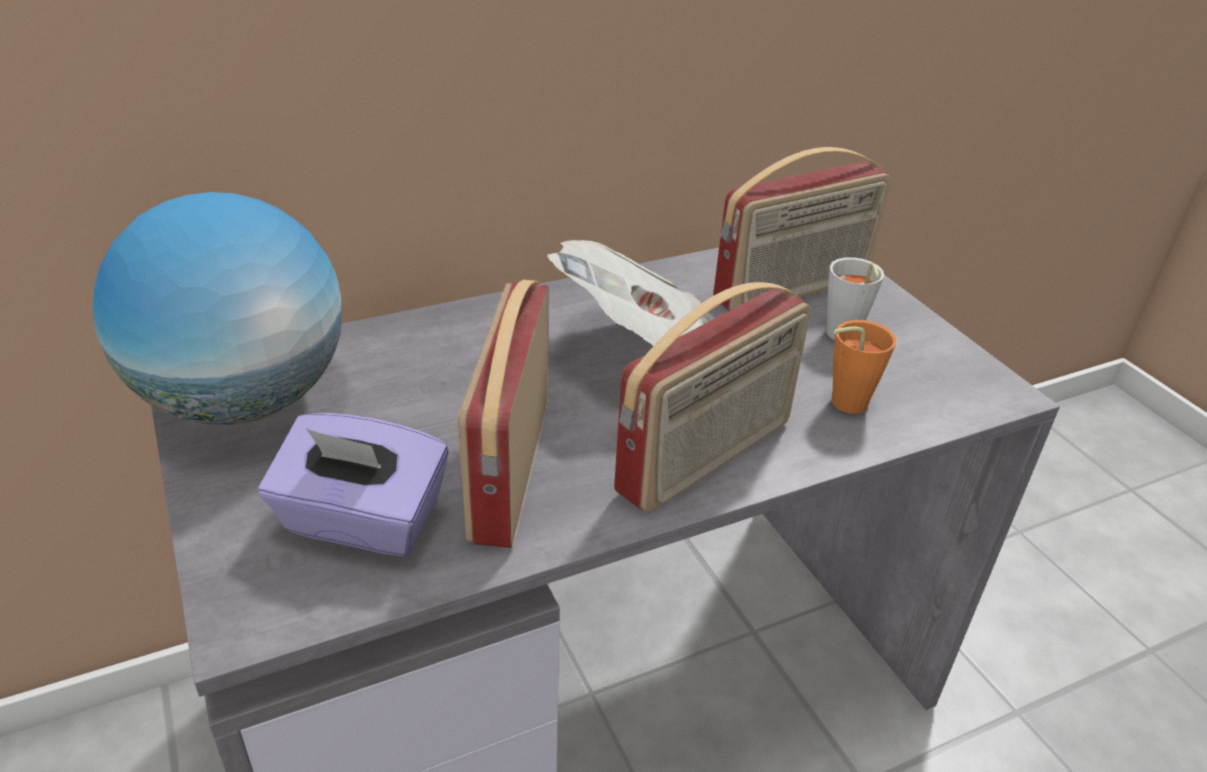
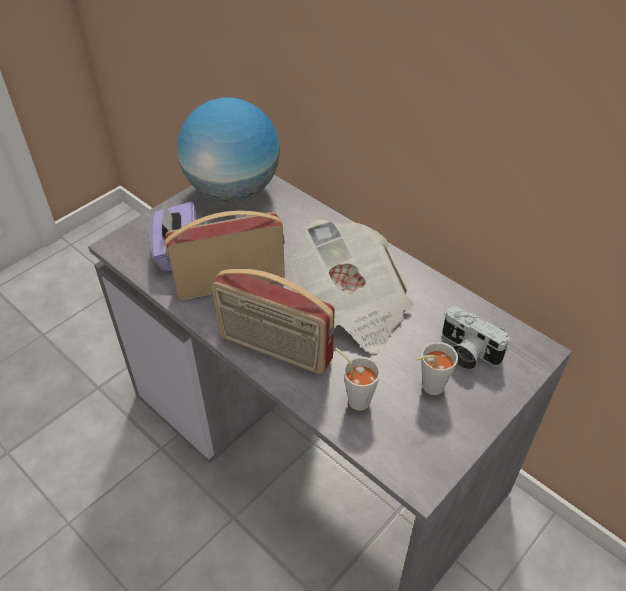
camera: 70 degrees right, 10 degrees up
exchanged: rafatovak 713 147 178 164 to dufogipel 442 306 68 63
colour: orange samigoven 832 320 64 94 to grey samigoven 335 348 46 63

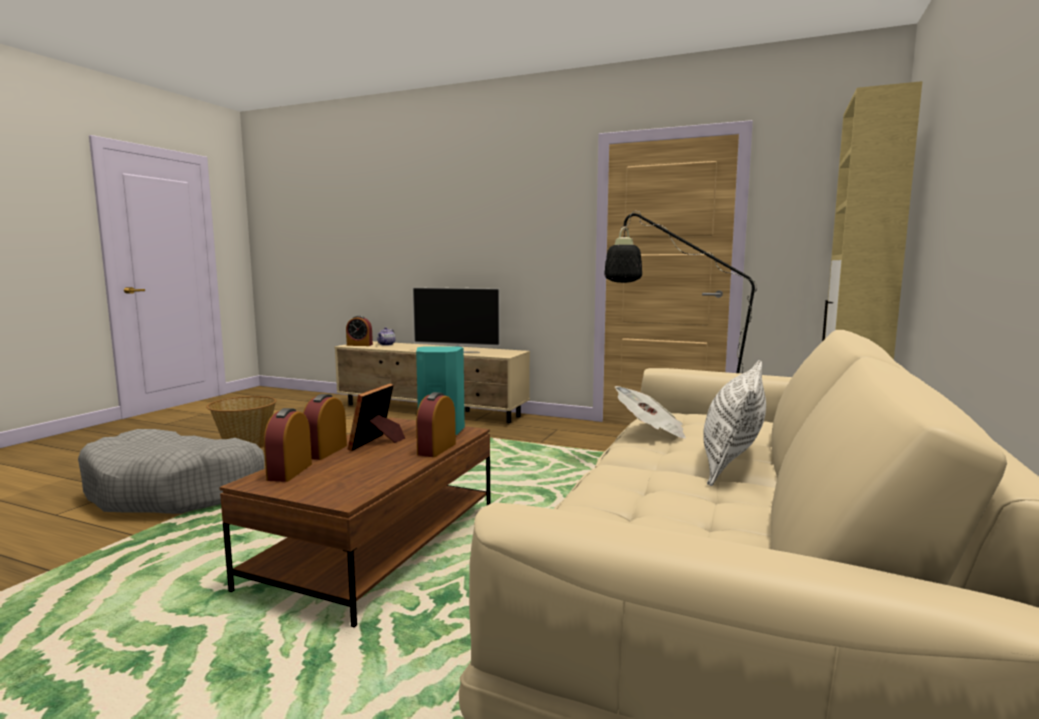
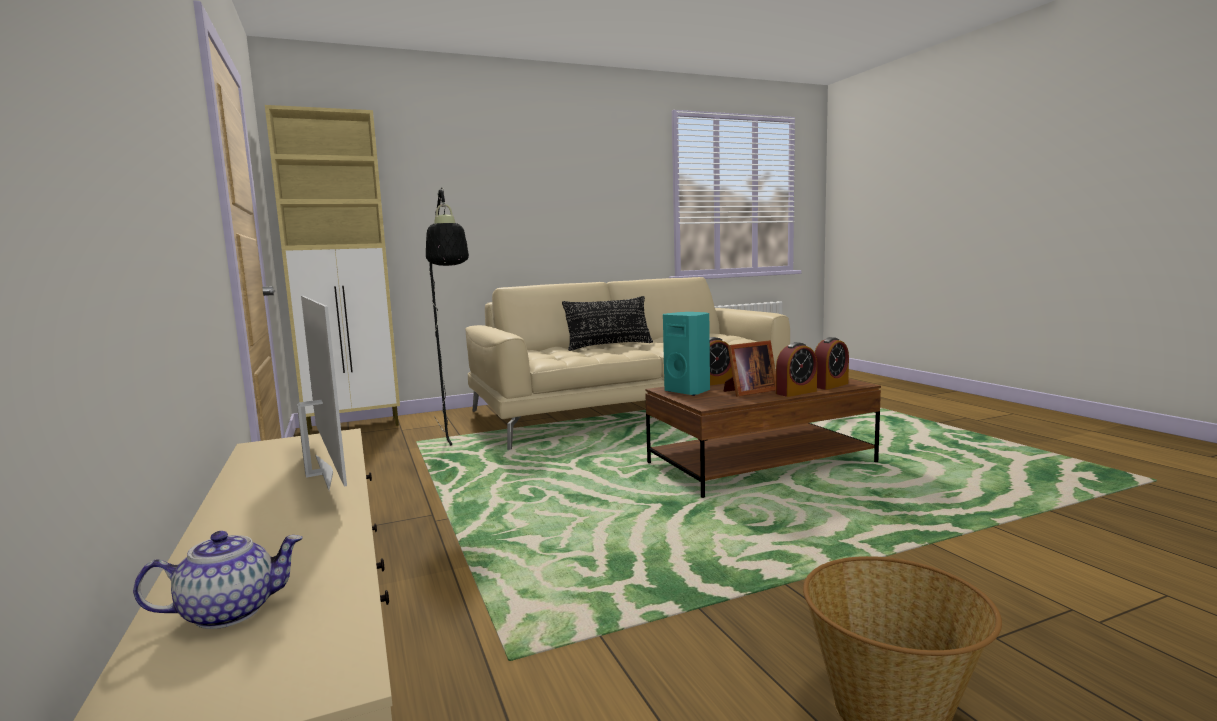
camera: 135 degrees left, 0 degrees up
missing: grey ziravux 78 429 186 85; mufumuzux 346 316 27 30; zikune 615 386 71 53
colour: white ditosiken 703 360 63 126 to black ditosiken 562 296 91 55

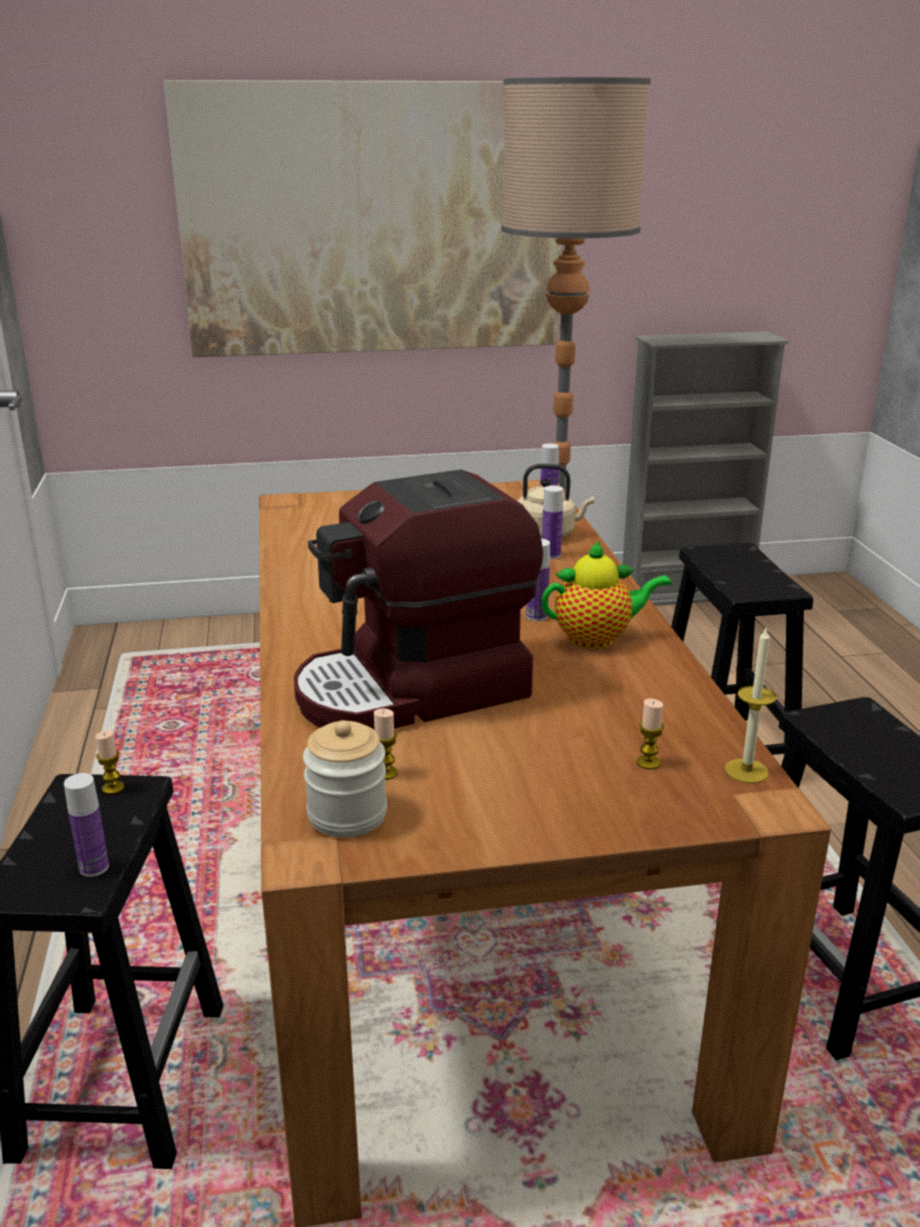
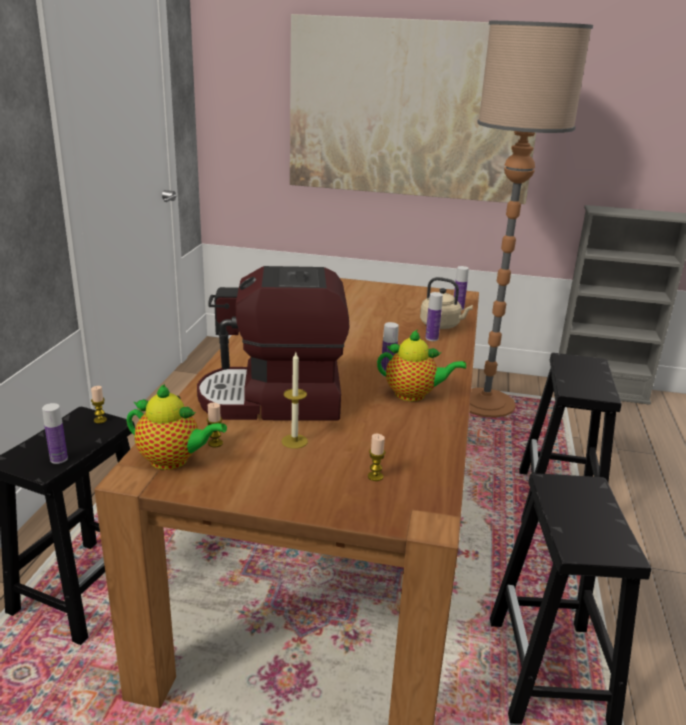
camera: 20 degrees right, 0 degrees up
relocated: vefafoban 725 626 52 157 to 282 353 26 96
exchanged: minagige 303 720 84 117 to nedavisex 126 384 101 86

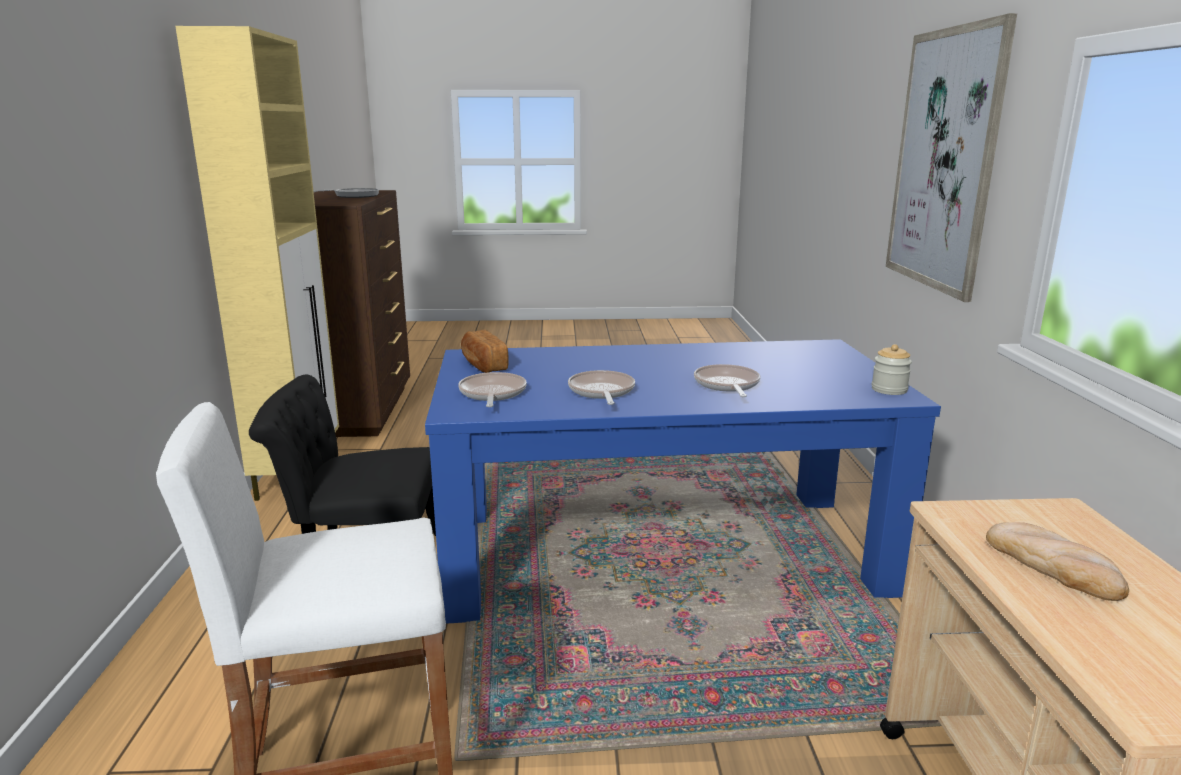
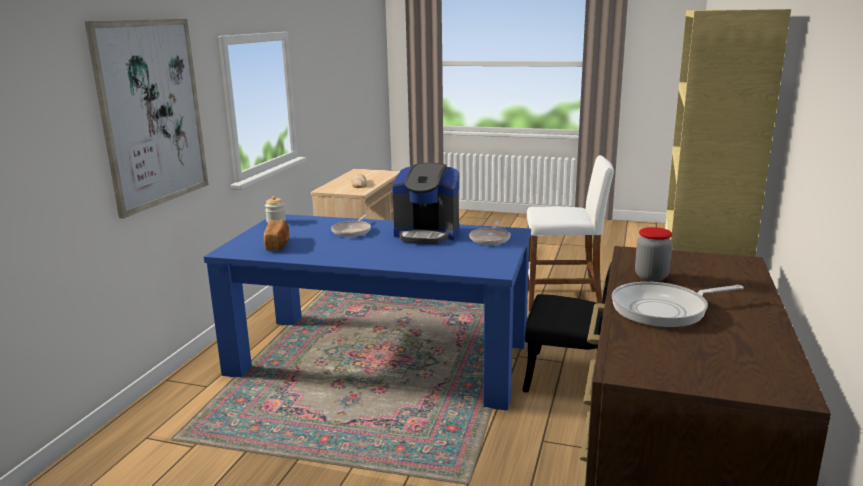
camera: 160 degrees left, 0 degrees up
appeared: minagige 635 227 37 54
relocated: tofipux 461 330 48 43 to 264 220 25 31
exchanged: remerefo 568 370 67 35 to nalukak 392 163 67 81

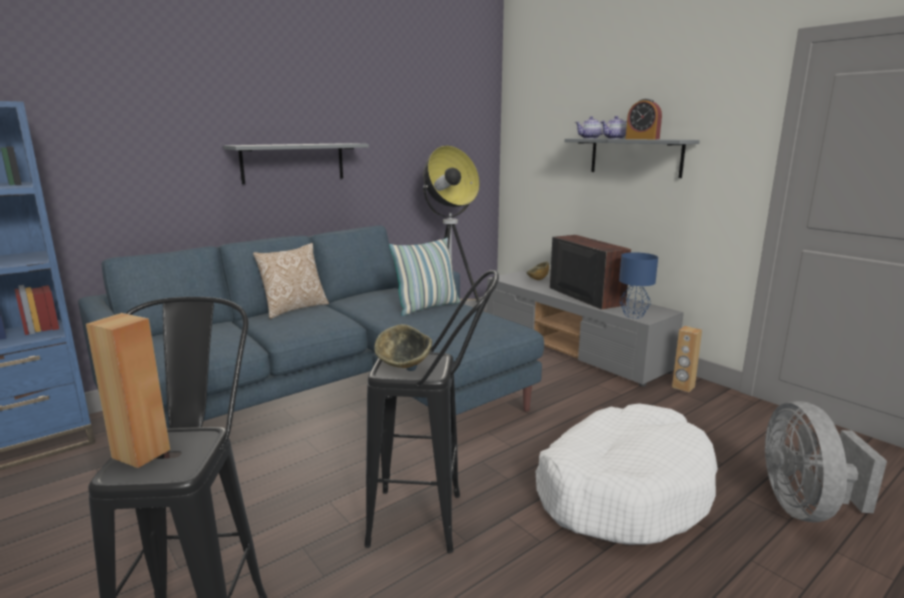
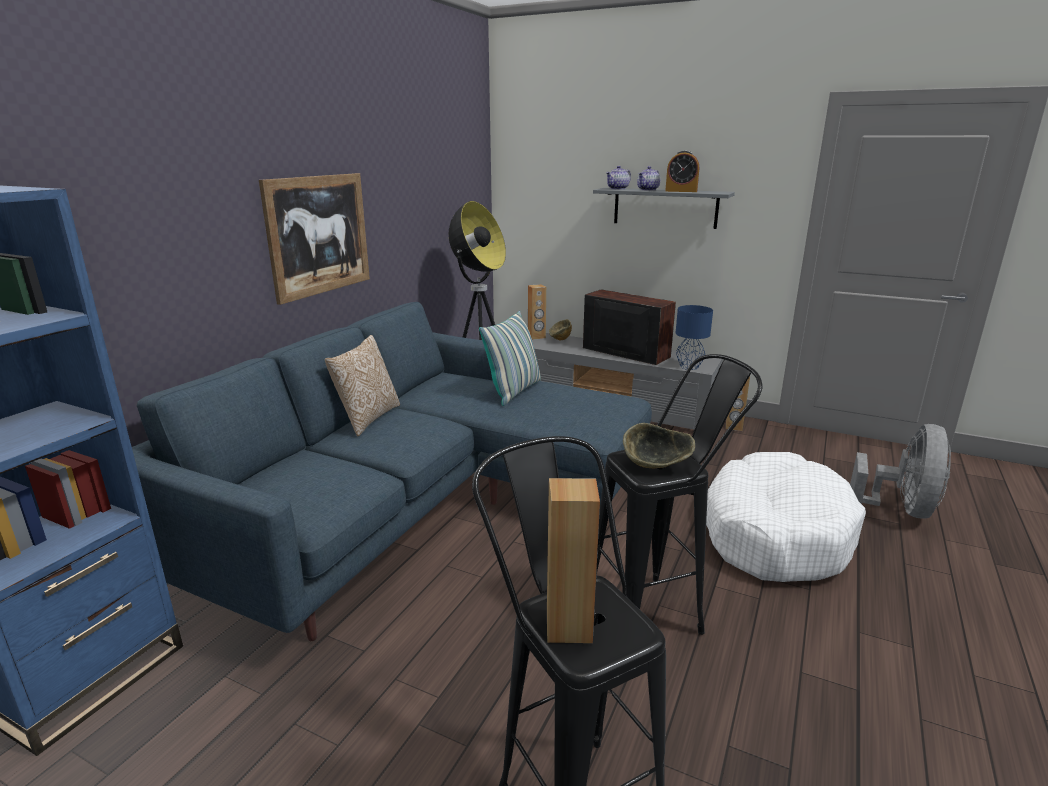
camera: 25 degrees left, 5 degrees up
appeared: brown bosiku 528 284 18 56
exchanged: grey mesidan 223 143 146 41 to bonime 259 173 111 132
spun: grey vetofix 765 401 122 121 = 850 424 101 94 135 degrees counterclockwise

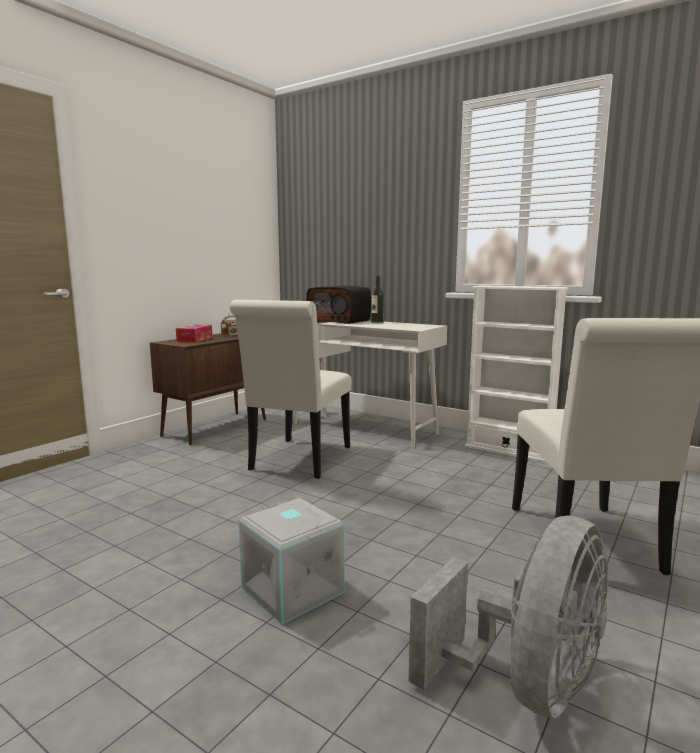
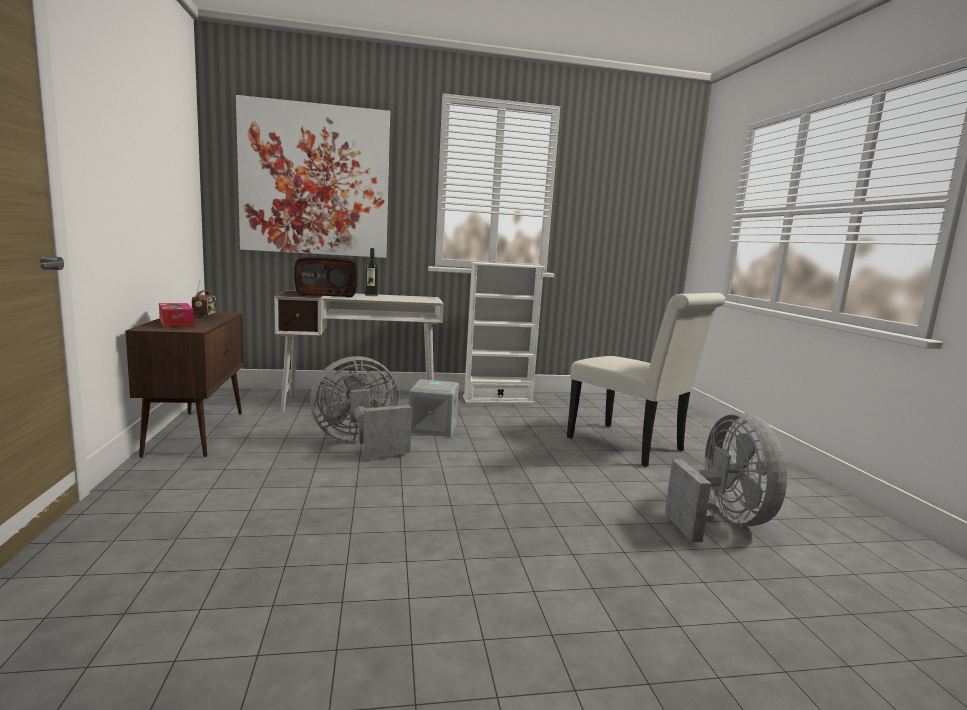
camera: 45 degrees left, 0 degrees up
appeared: bonime 236 95 154 163
relocated: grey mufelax 238 498 107 127 to 409 379 50 58
exchanged: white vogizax 230 300 122 179 to grey vetofix 310 356 102 102

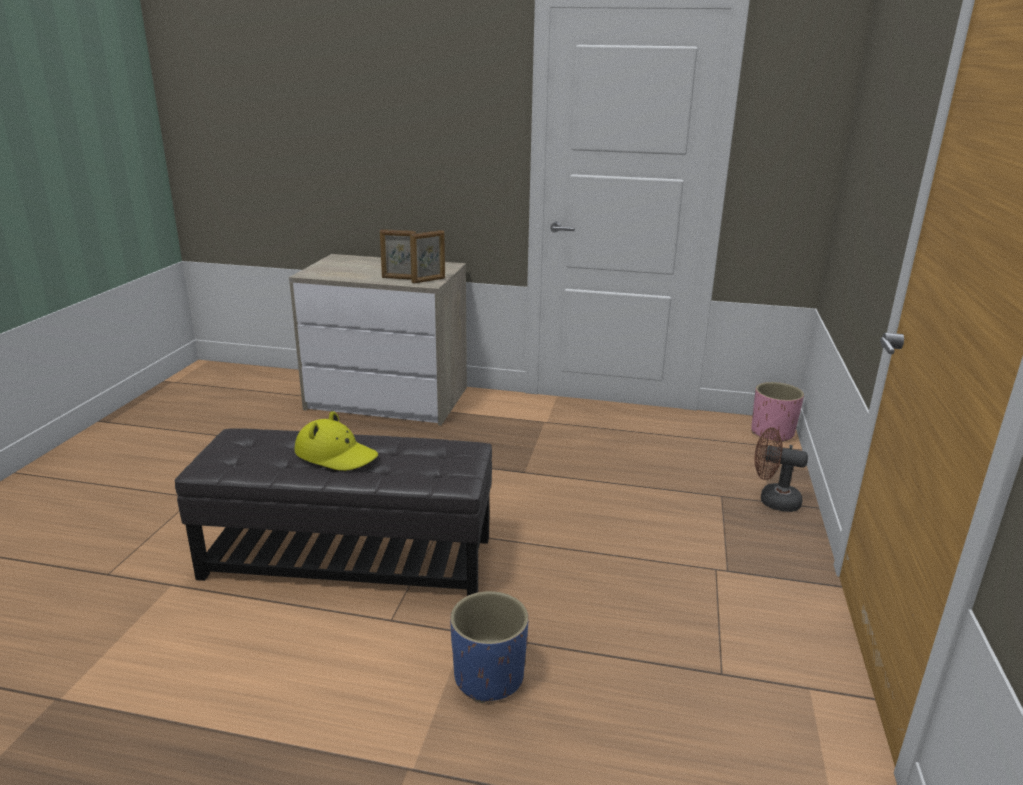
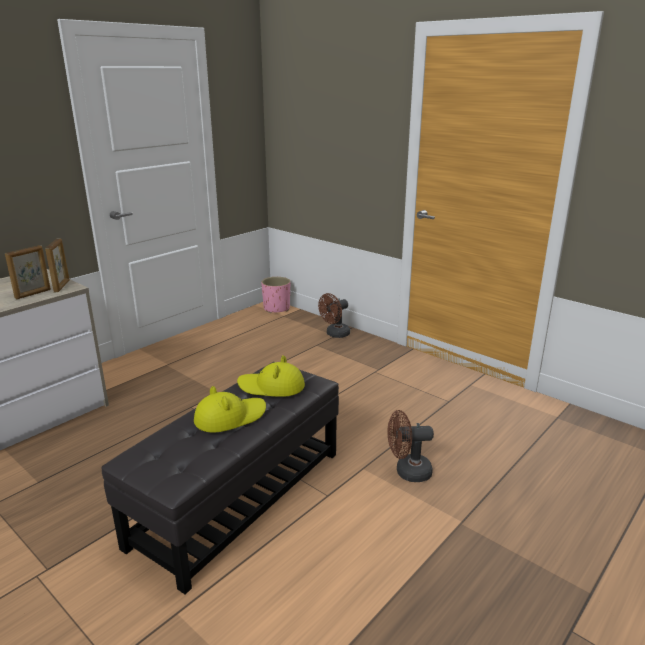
camera: 60 degrees left, 0 degrees up
appeared: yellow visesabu 237 355 68 42
exchanged: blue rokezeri 450 591 79 112 to brown vetofix 388 410 46 72

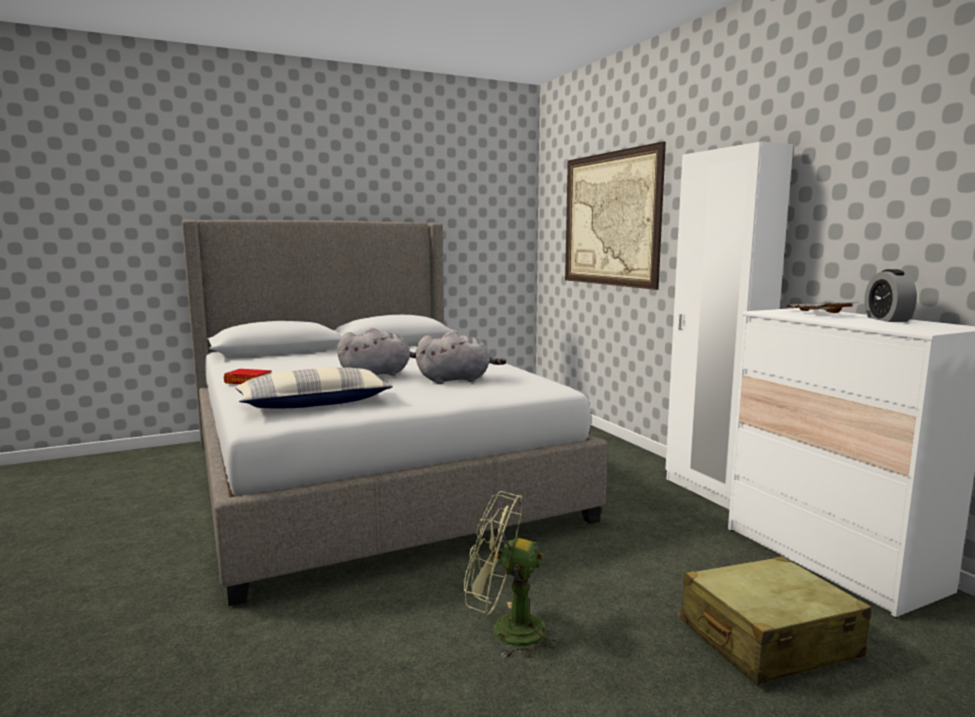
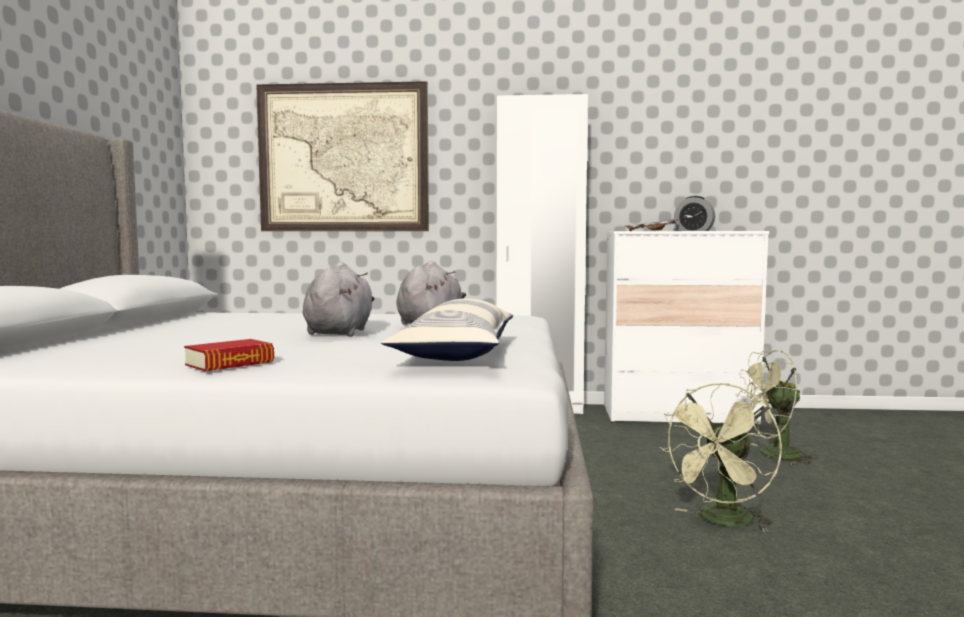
camera: 60 degrees left, 5 degrees down
exchanged: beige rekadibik 681 556 190 129 to green vetofix 735 348 83 117

